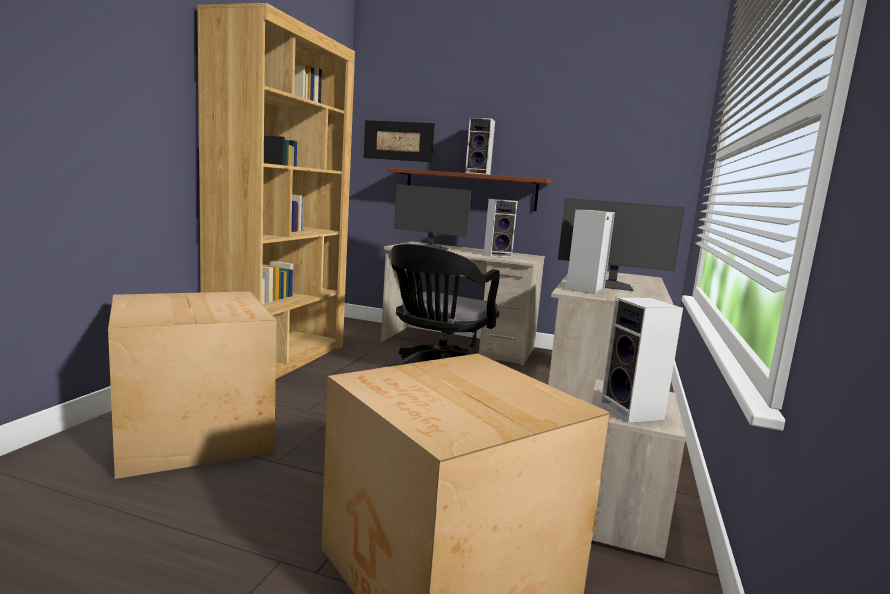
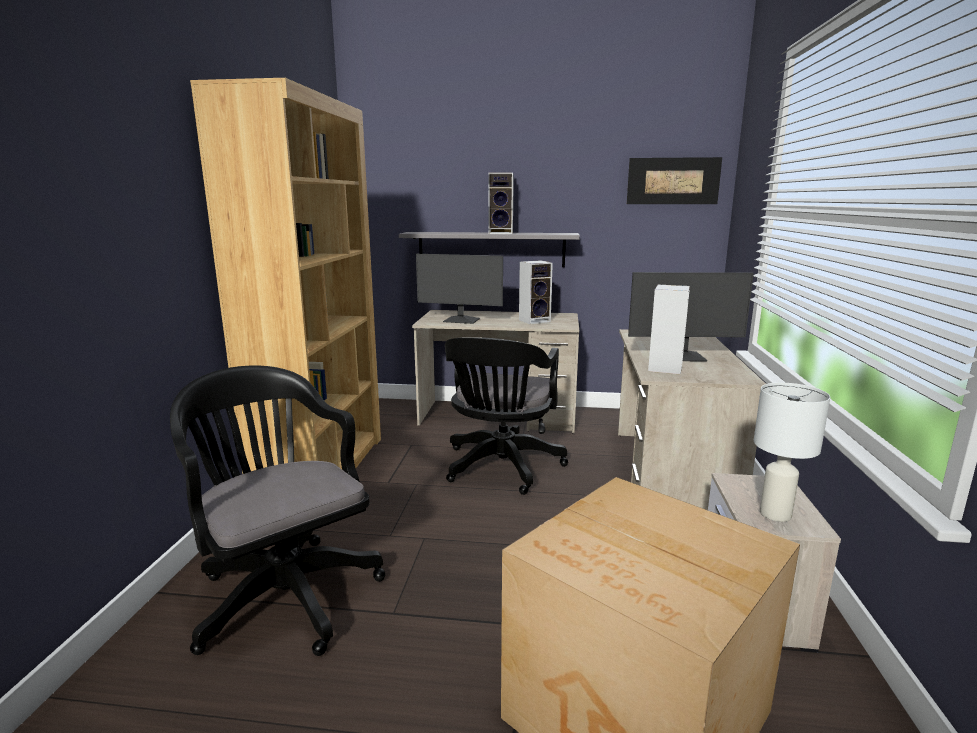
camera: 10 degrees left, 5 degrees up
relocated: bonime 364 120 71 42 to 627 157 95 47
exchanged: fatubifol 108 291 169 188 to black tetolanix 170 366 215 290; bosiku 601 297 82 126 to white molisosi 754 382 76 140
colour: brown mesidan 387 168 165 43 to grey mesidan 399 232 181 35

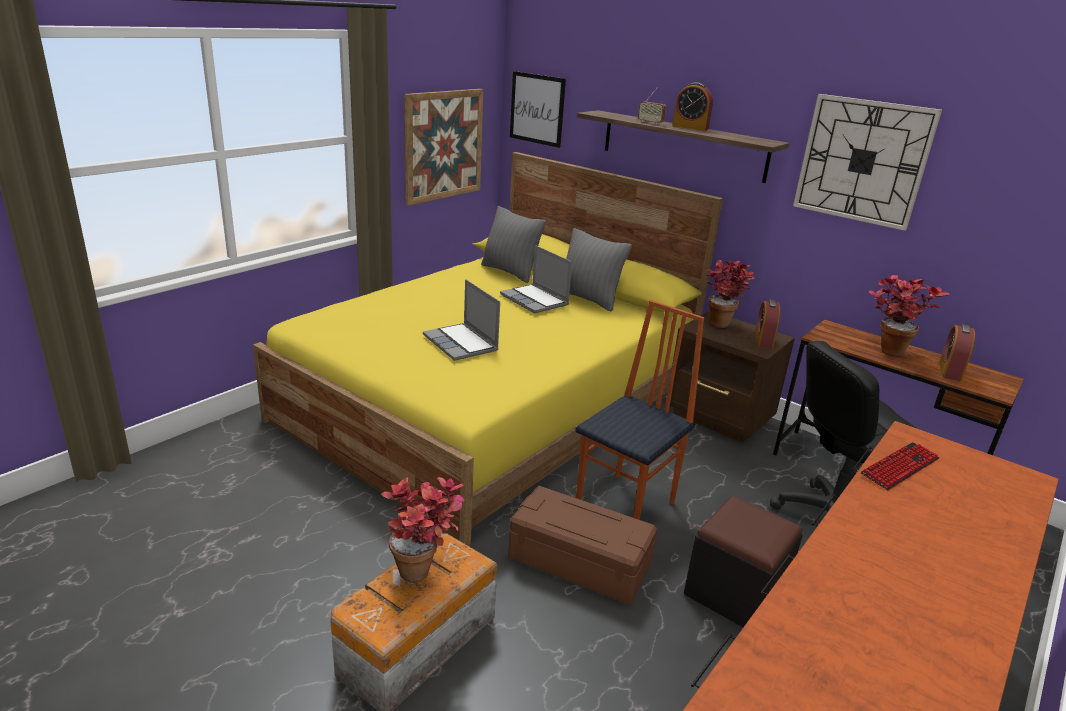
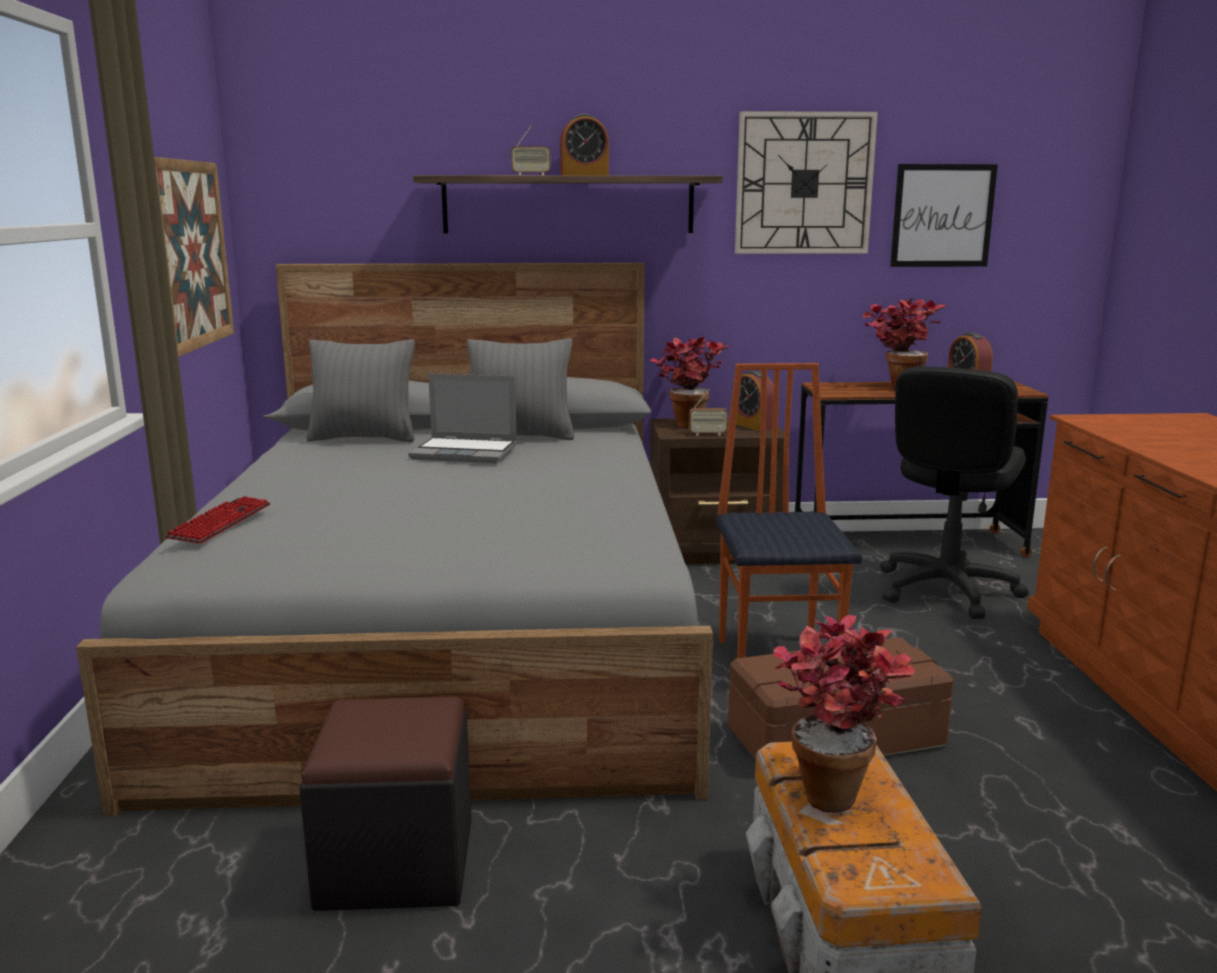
camera: 40 degrees left, 10 degrees down
missing: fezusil 423 279 77 82
appeared: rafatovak 689 388 39 48
relocated: bonime 510 71 56 77 to 890 164 108 103; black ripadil 684 496 119 131 to 300 697 172 214; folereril 861 442 78 48 to 165 496 105 48
colour: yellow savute 253 152 470 395 to grey savute 76 263 637 554

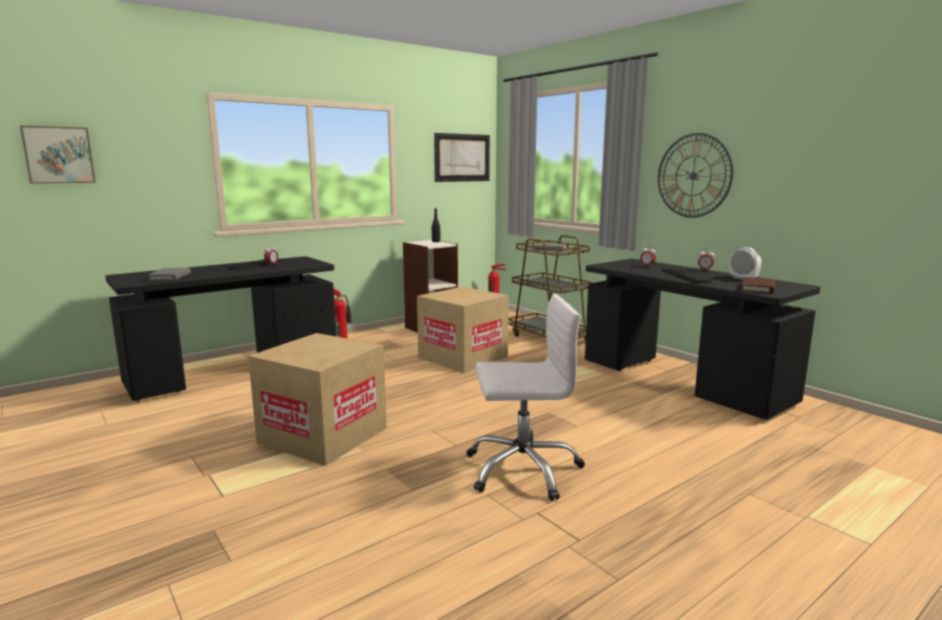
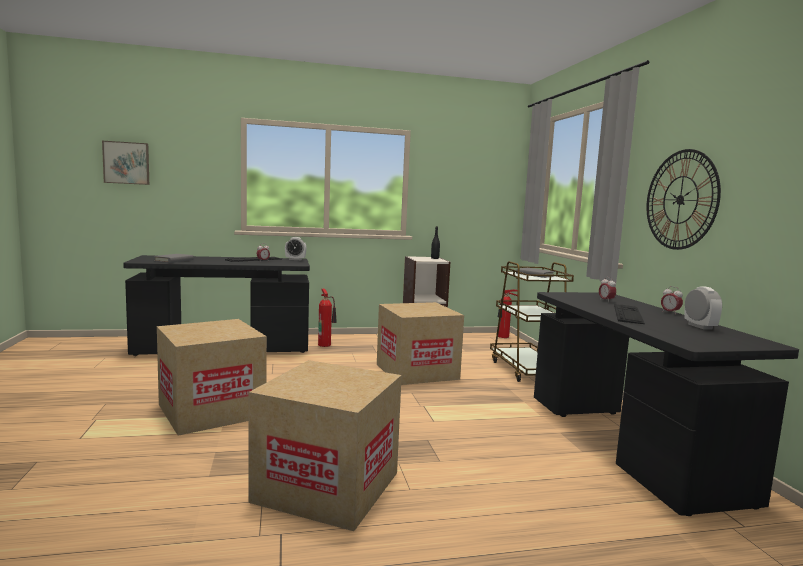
camera: 25 degrees right, 5 degrees down
missing: bonime 434 133 56 49; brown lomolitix 740 277 35 17
appeared: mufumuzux 285 237 21 23
exchanged: white tetolanix 467 294 118 207 to fatubifol 249 360 153 171

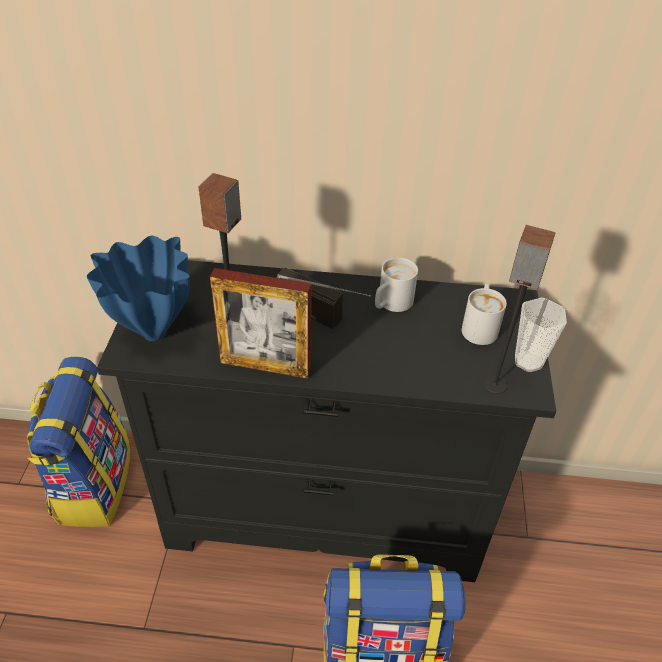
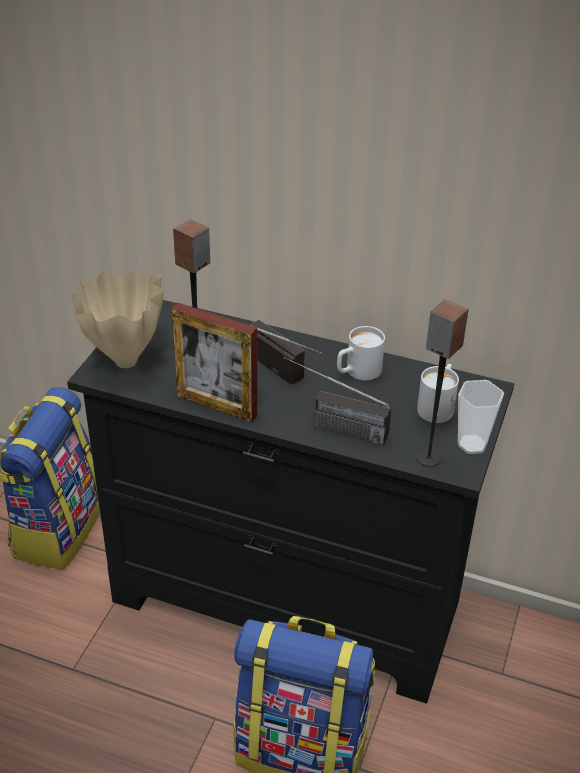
camera: 15 degrees right, 5 degrees down
appeared: rafatovak 284 357 107 88
colour: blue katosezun 87 236 103 105 to beige katosezun 71 270 92 98

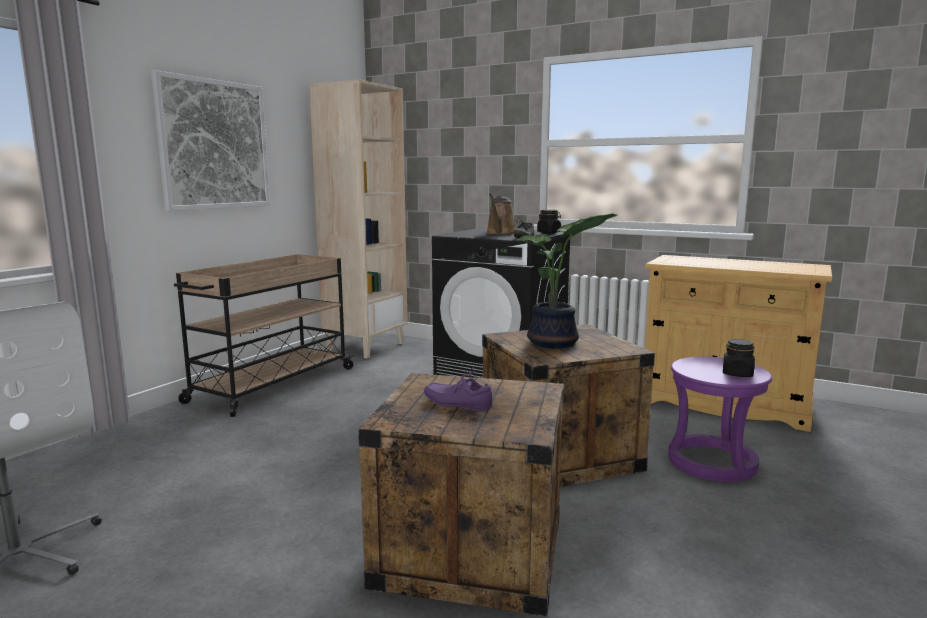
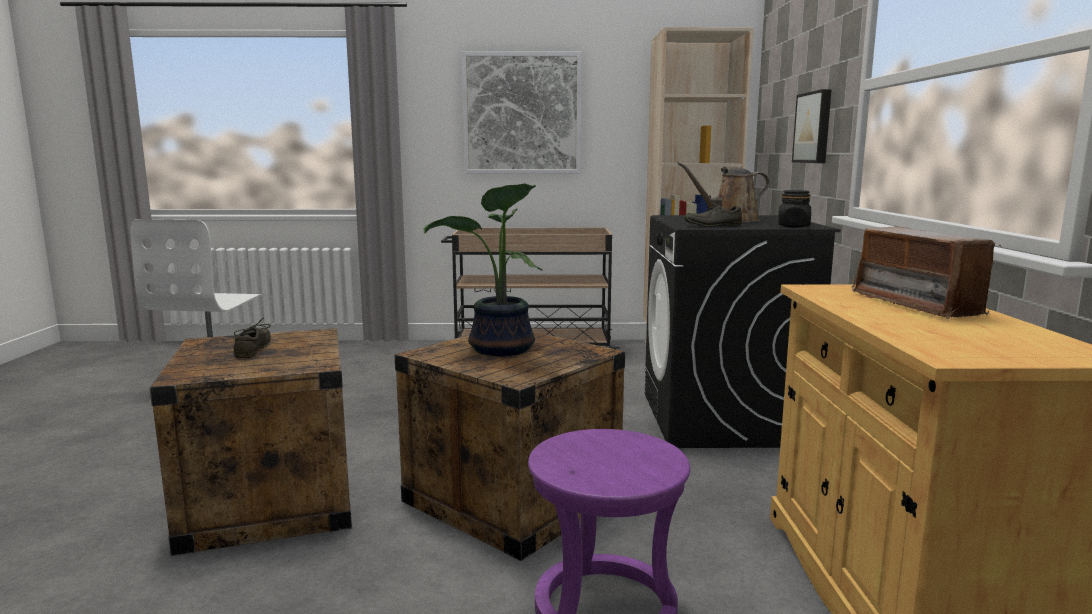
camera: 60 degrees right, 0 degrees up
missing: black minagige 723 339 32 38
appeared: bonime 792 89 40 74; rafatovak 852 227 149 92
colour: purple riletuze 424 365 68 46 to grey riletuze 234 318 37 41

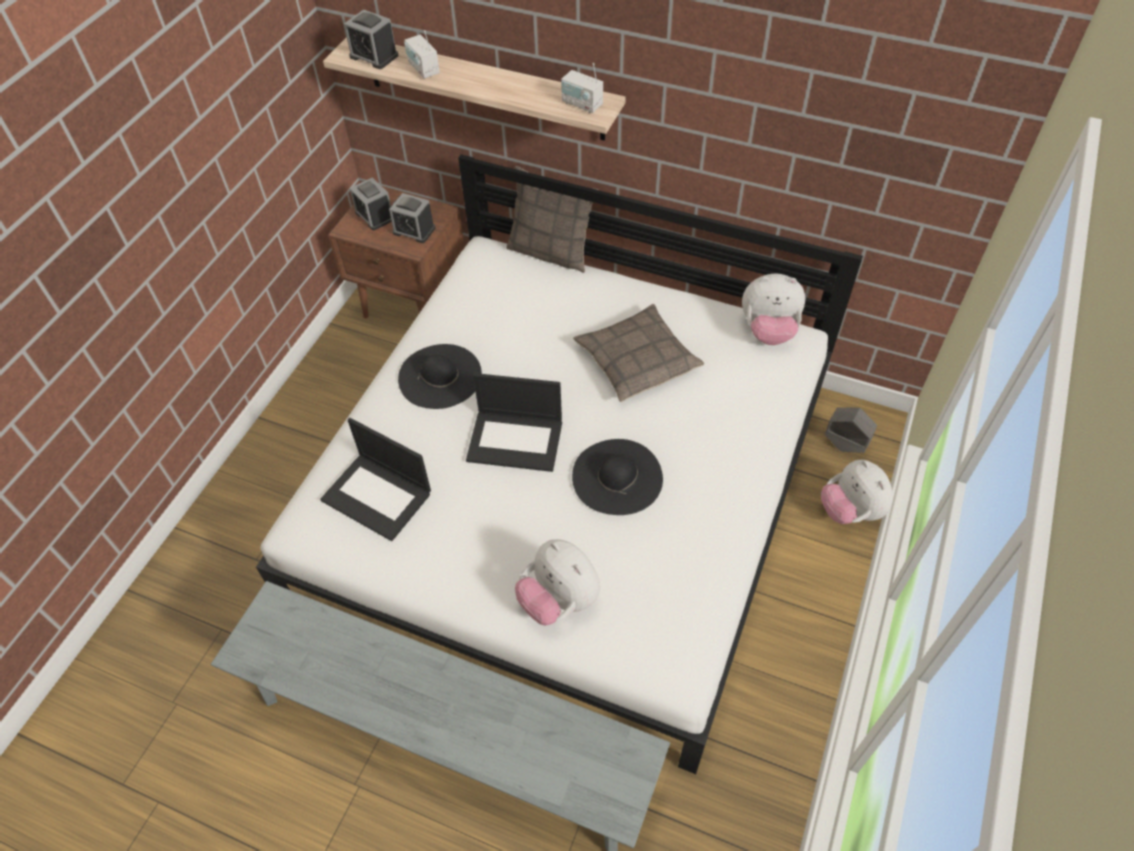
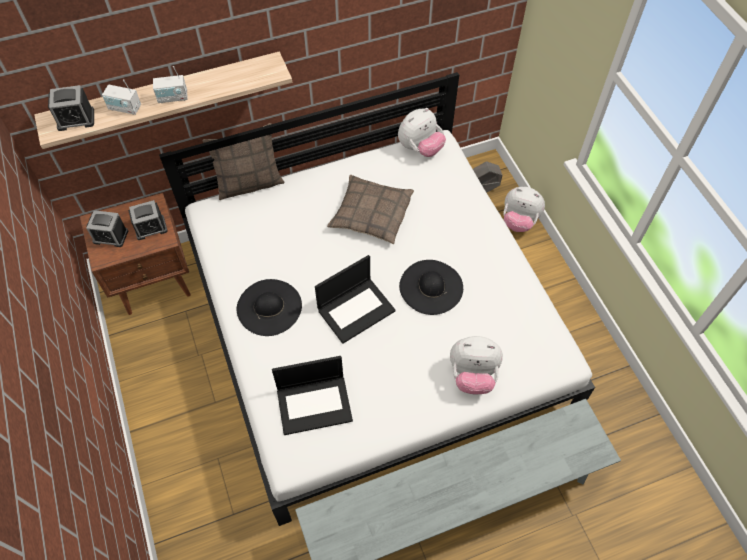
camera: 45 degrees left, 5 degrees up
relocated: rafatovak 561 63 42 50 to 153 66 35 37

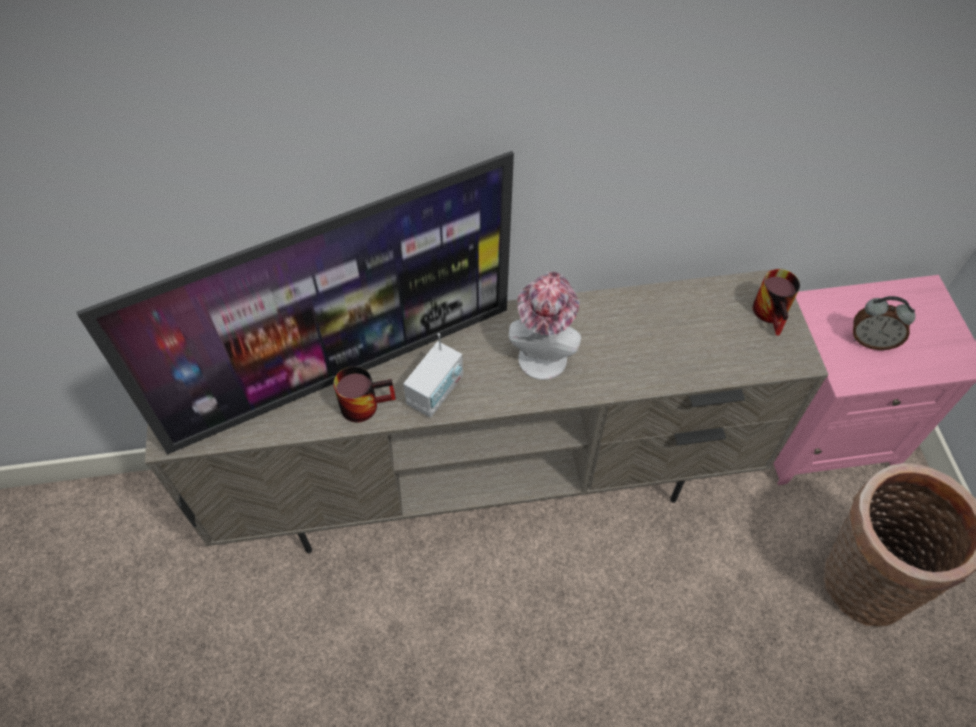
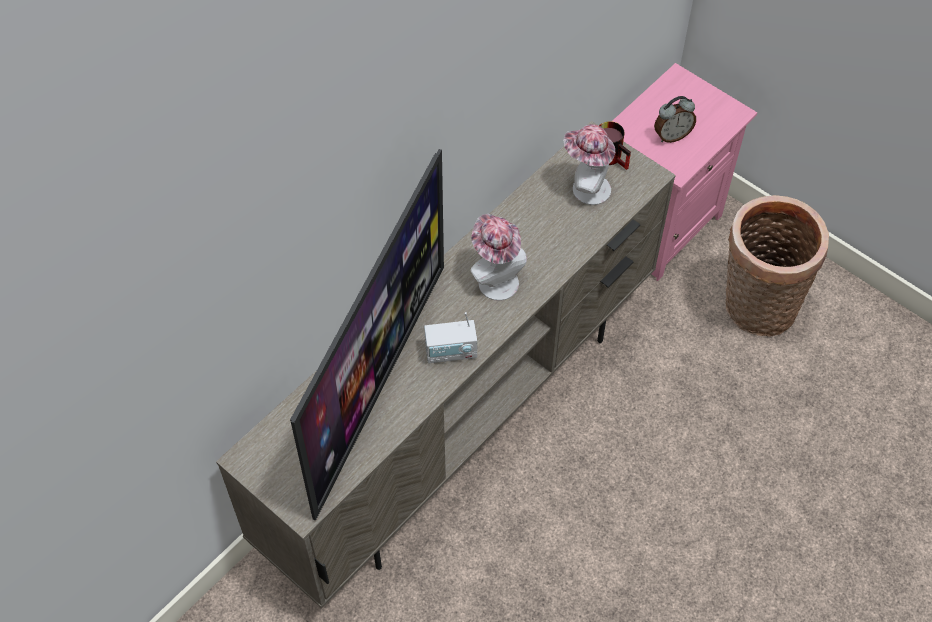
camera: 40 degrees left, 0 degrees up
missing: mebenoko 333 366 63 56
appeared: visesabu 563 124 52 81
spun: rafatovak 403 333 60 85 = 424 312 53 51 90 degrees clockwise

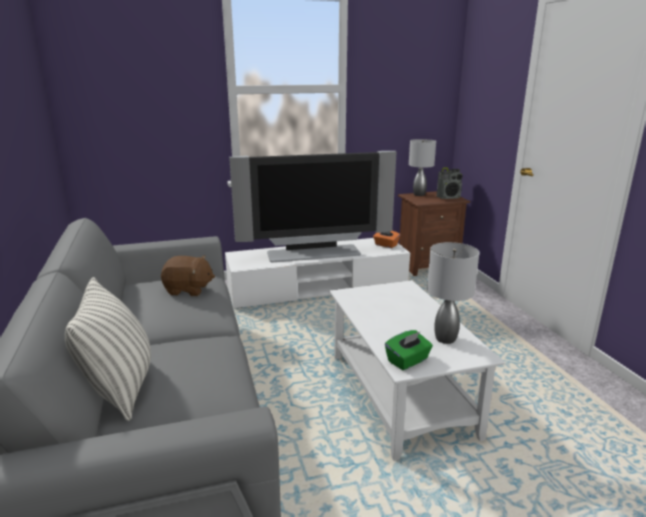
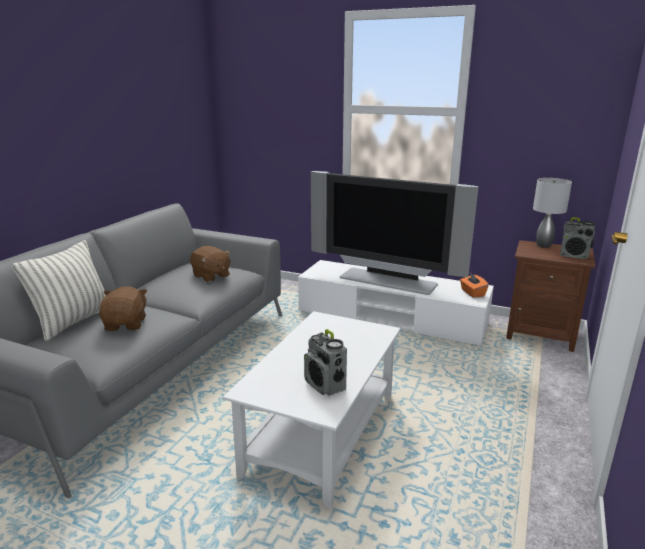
camera: 40 degrees right, 0 degrees up
missing: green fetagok 385 330 48 40
appeared: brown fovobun 99 286 48 45
exchanged: grey molisosi 427 242 53 102 to rafatovak 304 329 43 67

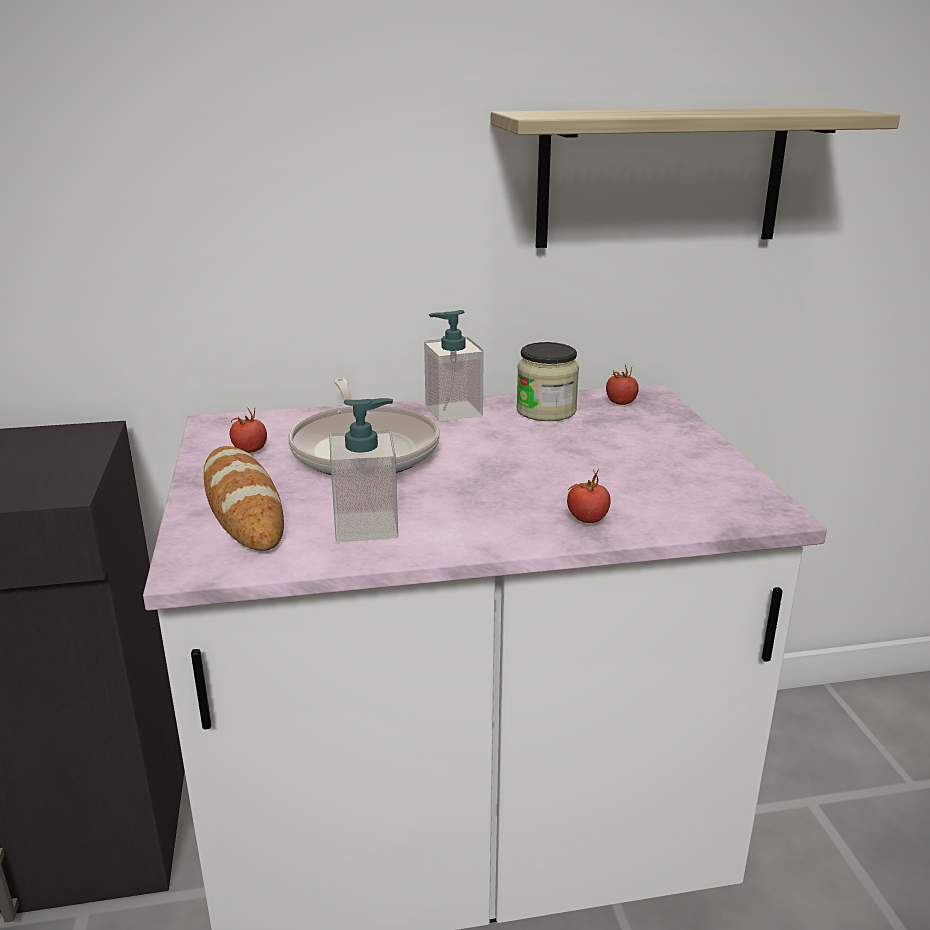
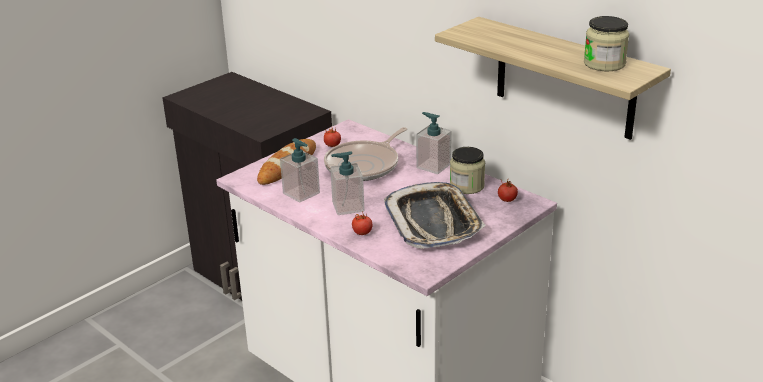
camera: 55 degrees right, 5 degrees up
appeared: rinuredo 330 151 34 64; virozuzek 384 182 102 67; minagige 584 16 45 55

